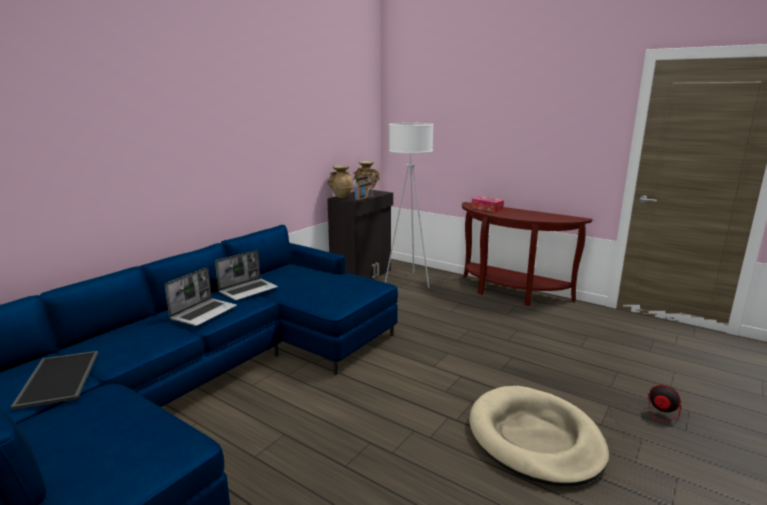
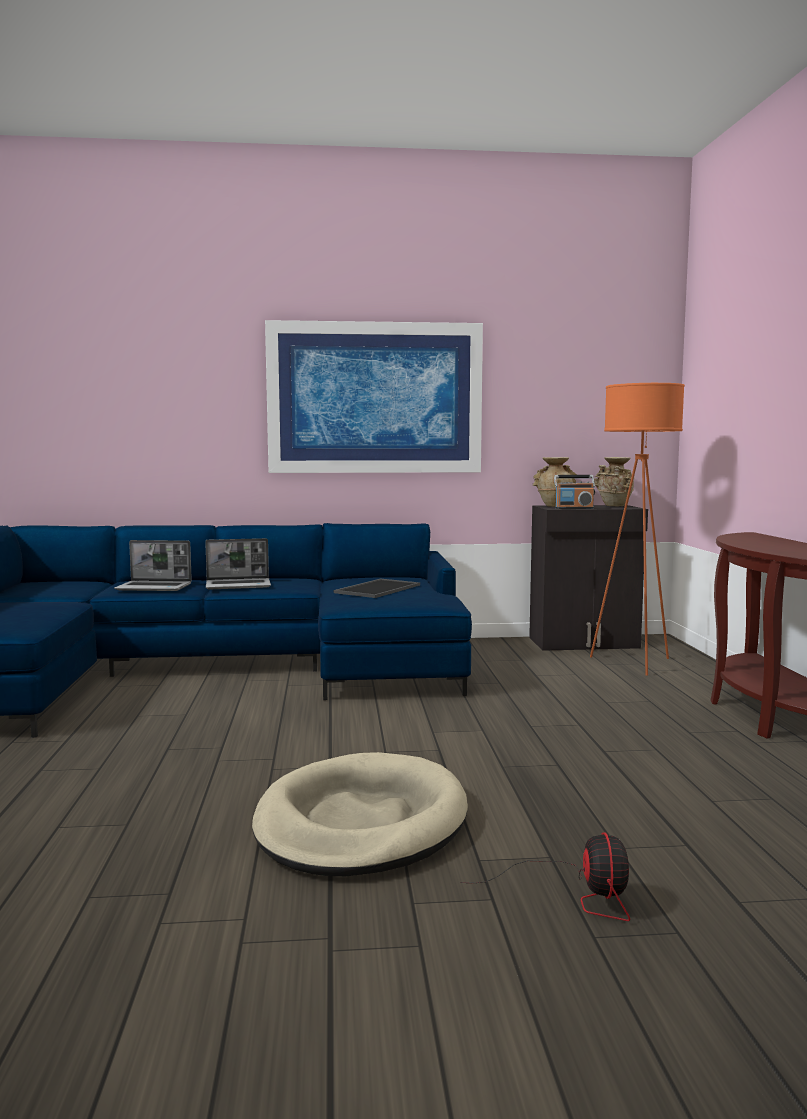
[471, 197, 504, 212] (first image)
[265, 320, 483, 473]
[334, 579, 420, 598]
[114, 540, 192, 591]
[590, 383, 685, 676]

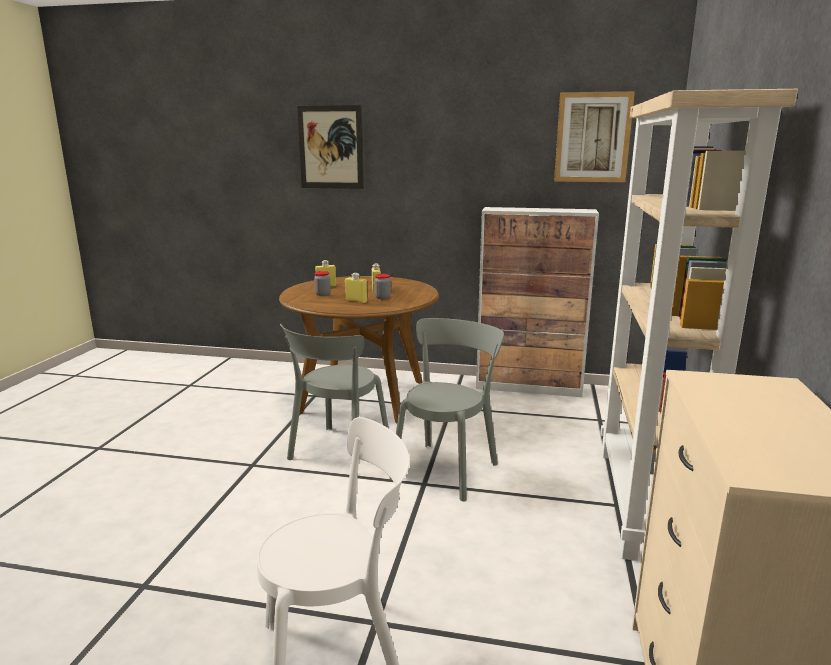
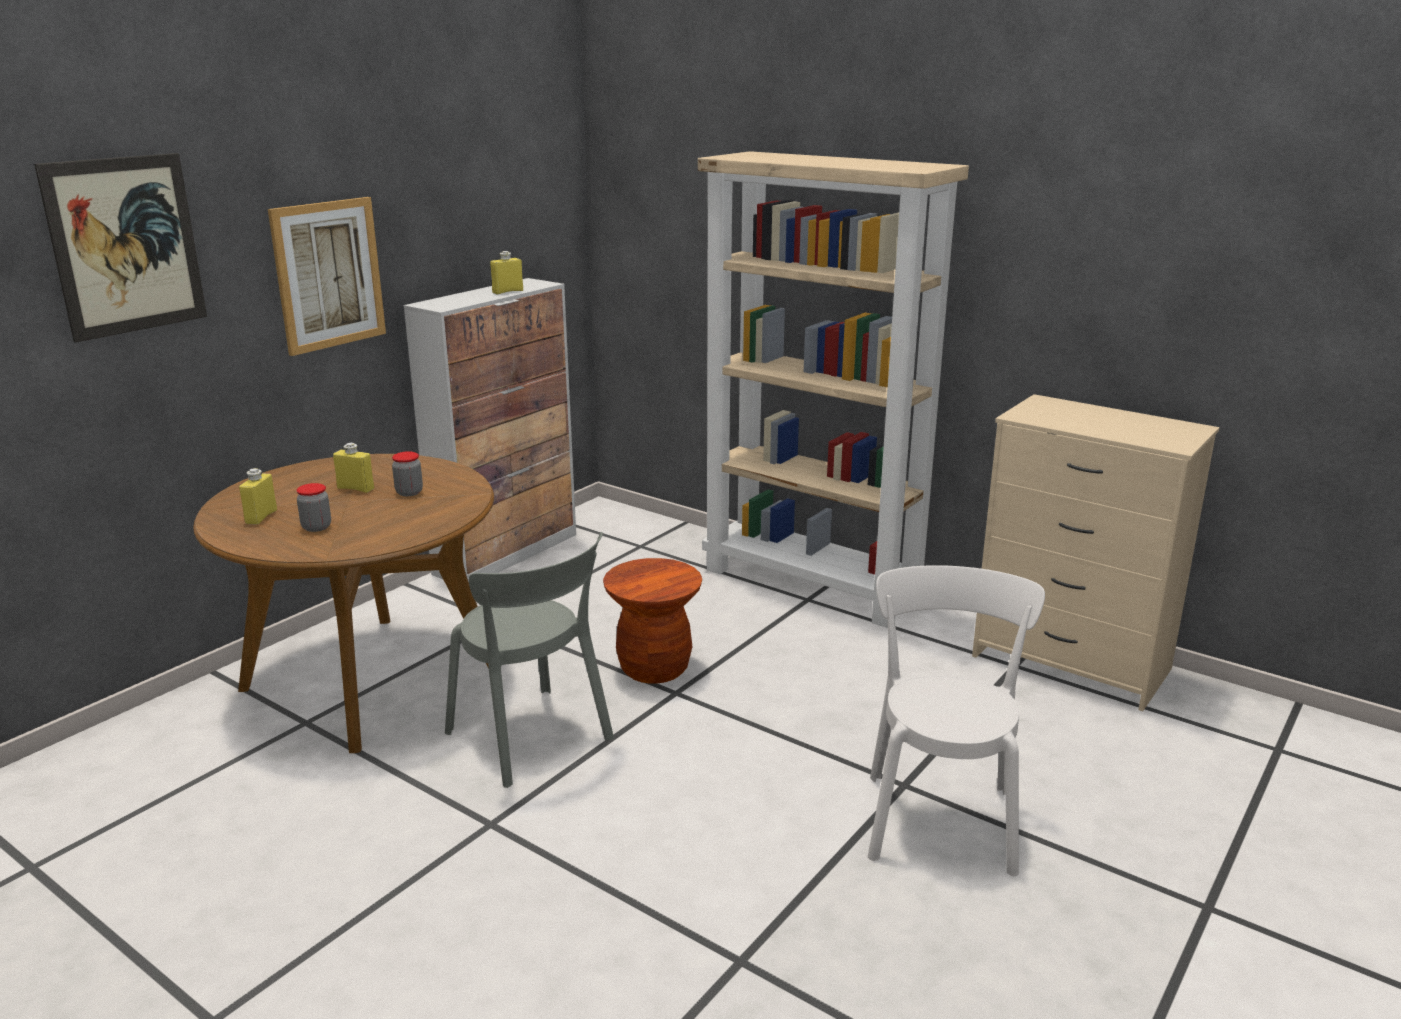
[490, 251, 523, 294]
[268, 197, 386, 356]
[603, 558, 702, 684]

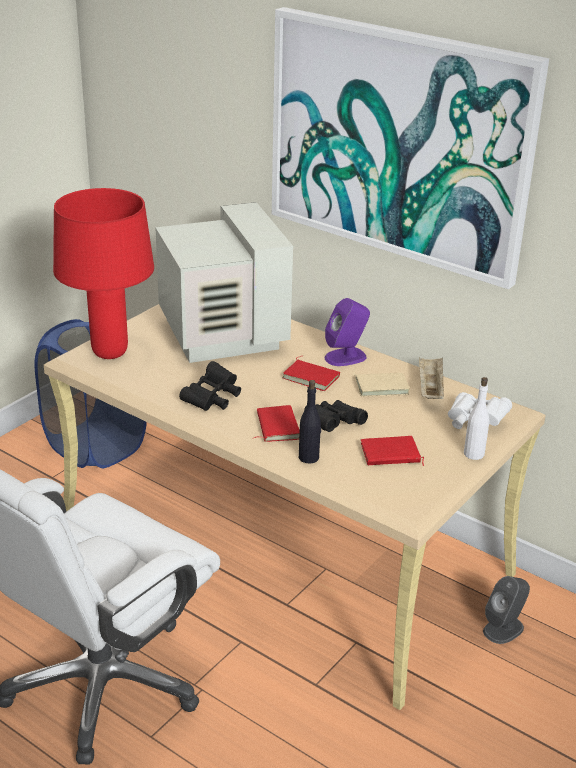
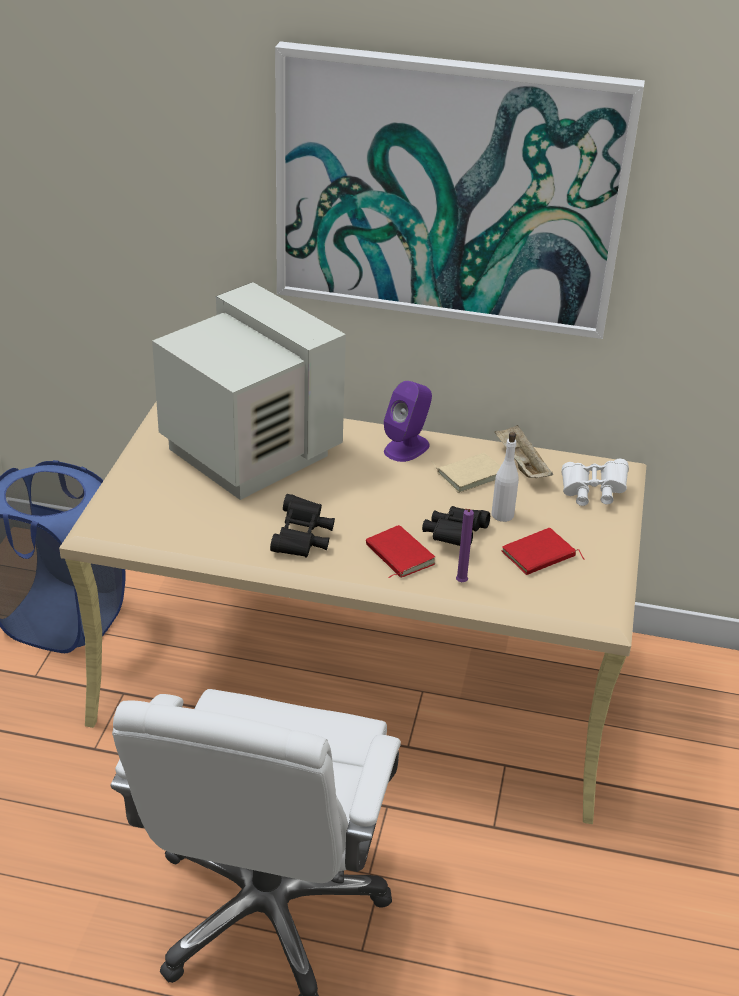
[53, 188, 154, 359] (first image)
[282, 356, 340, 391] (first image)
[483, 576, 530, 644] (first image)
[492, 432, 519, 522]
[456, 509, 474, 582]

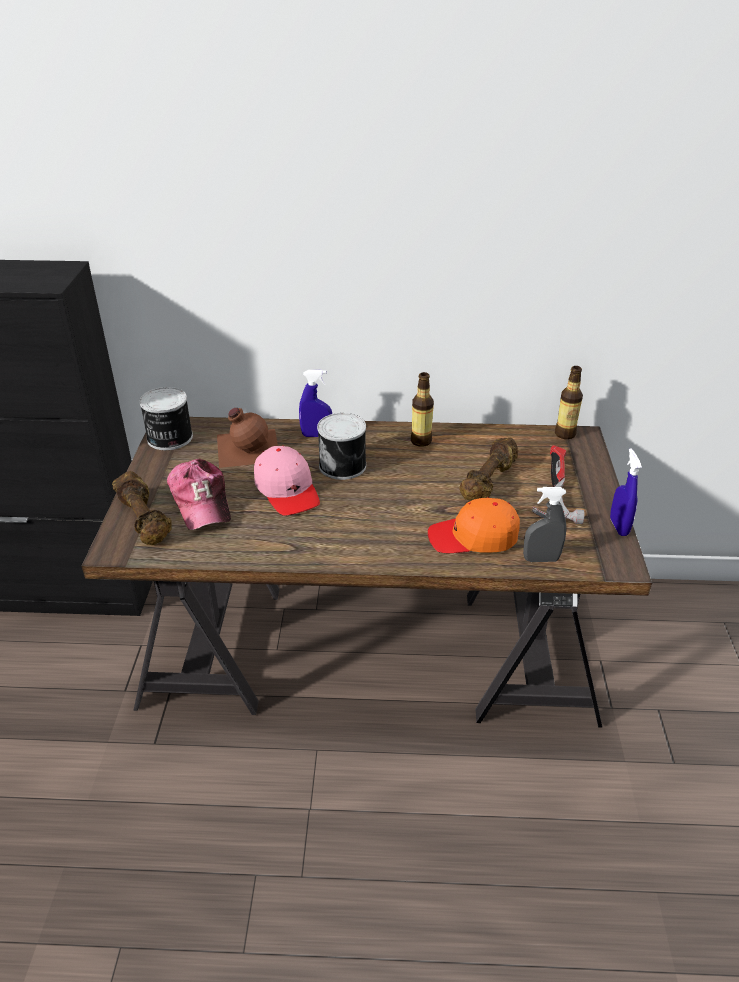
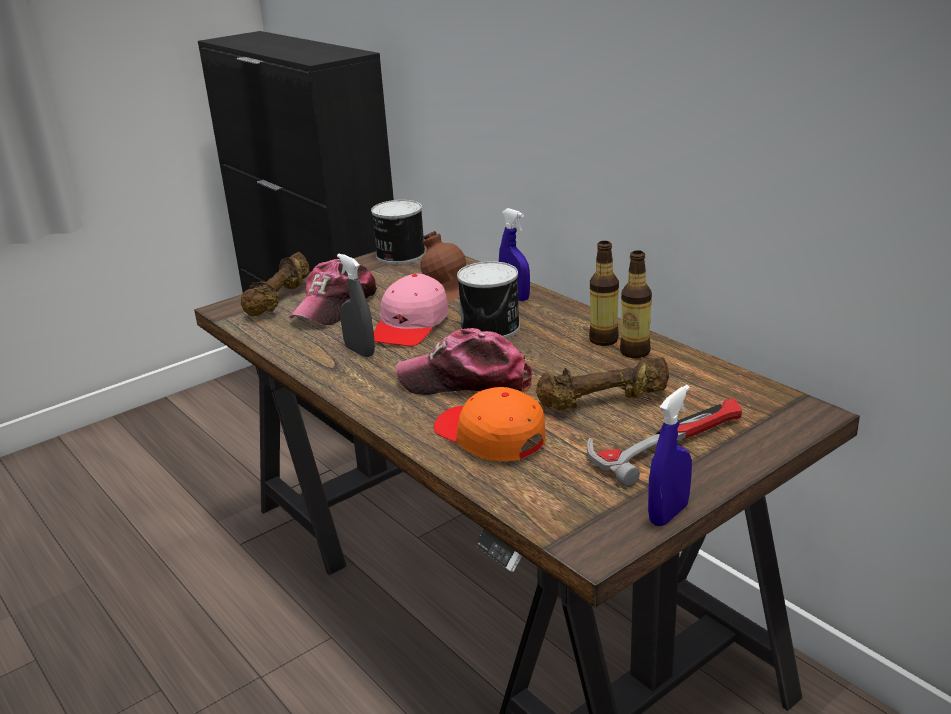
[396, 328, 533, 395]
[337, 254, 375, 357]
[620, 250, 652, 358]

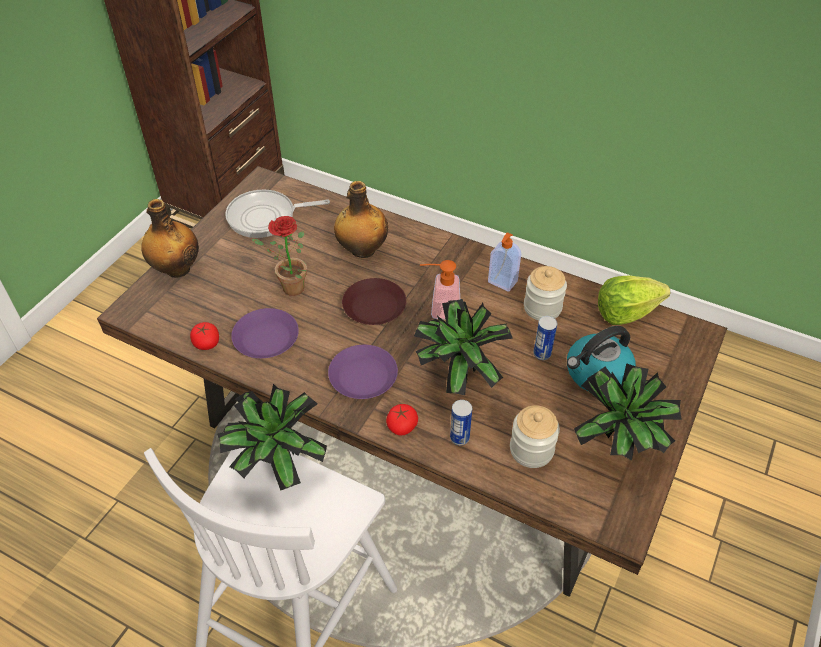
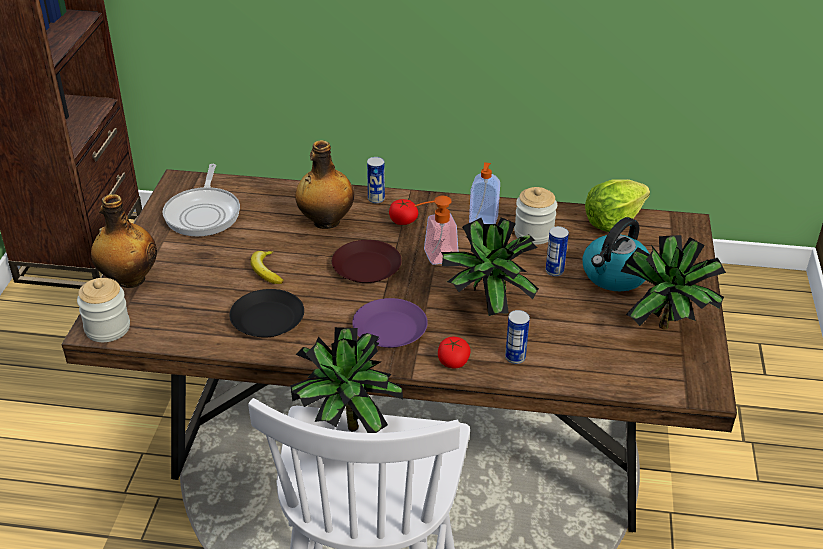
[367, 157, 385, 203]
[389, 199, 418, 225]
[77, 278, 130, 342]
[251, 251, 283, 284]
[229, 289, 304, 338]
[163, 164, 240, 237]

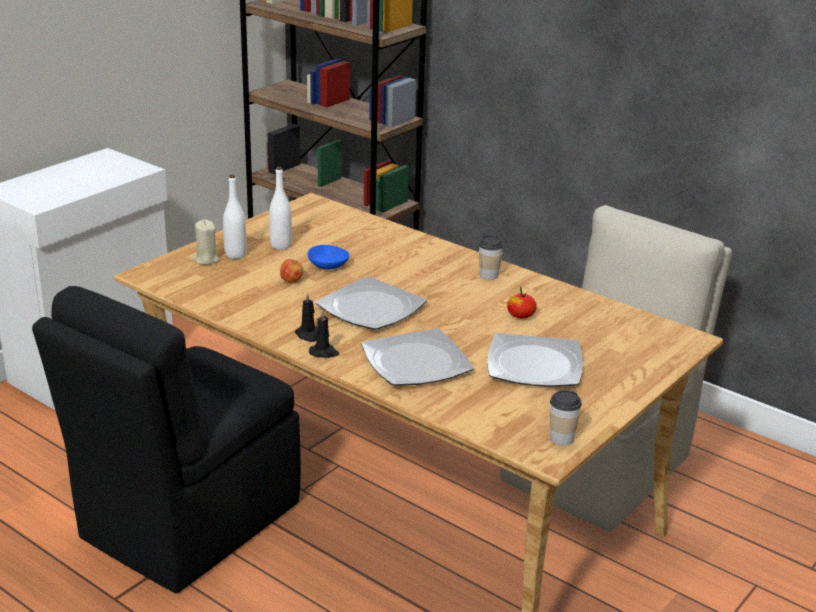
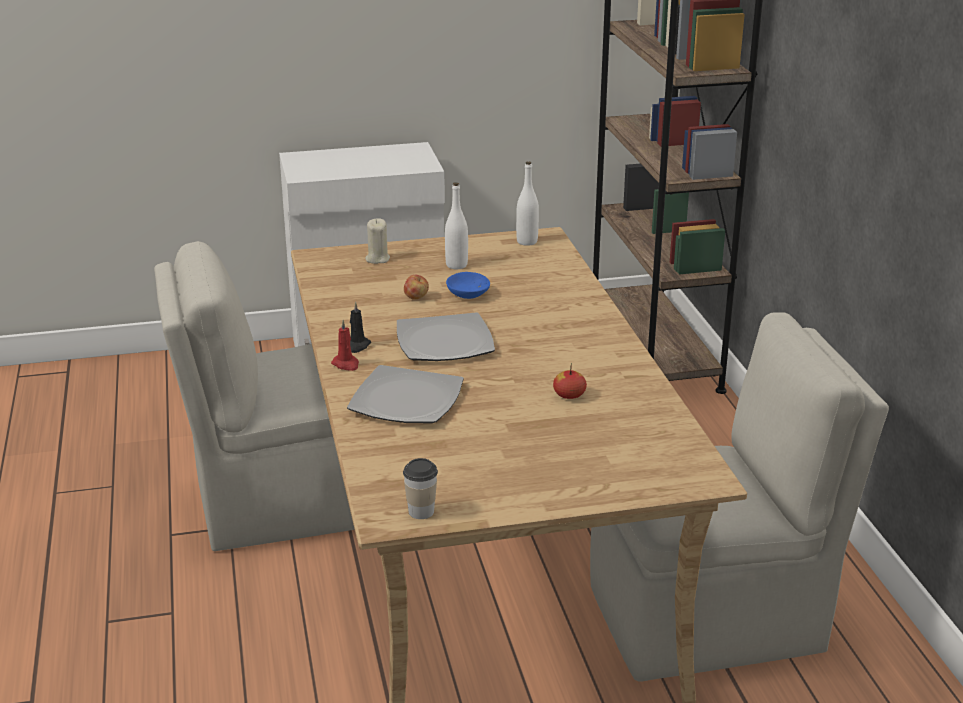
[479, 236, 503, 280] (first image)
[487, 333, 583, 387] (first image)
[516, 161, 539, 246]
[154, 241, 355, 551]
[331, 320, 359, 371]

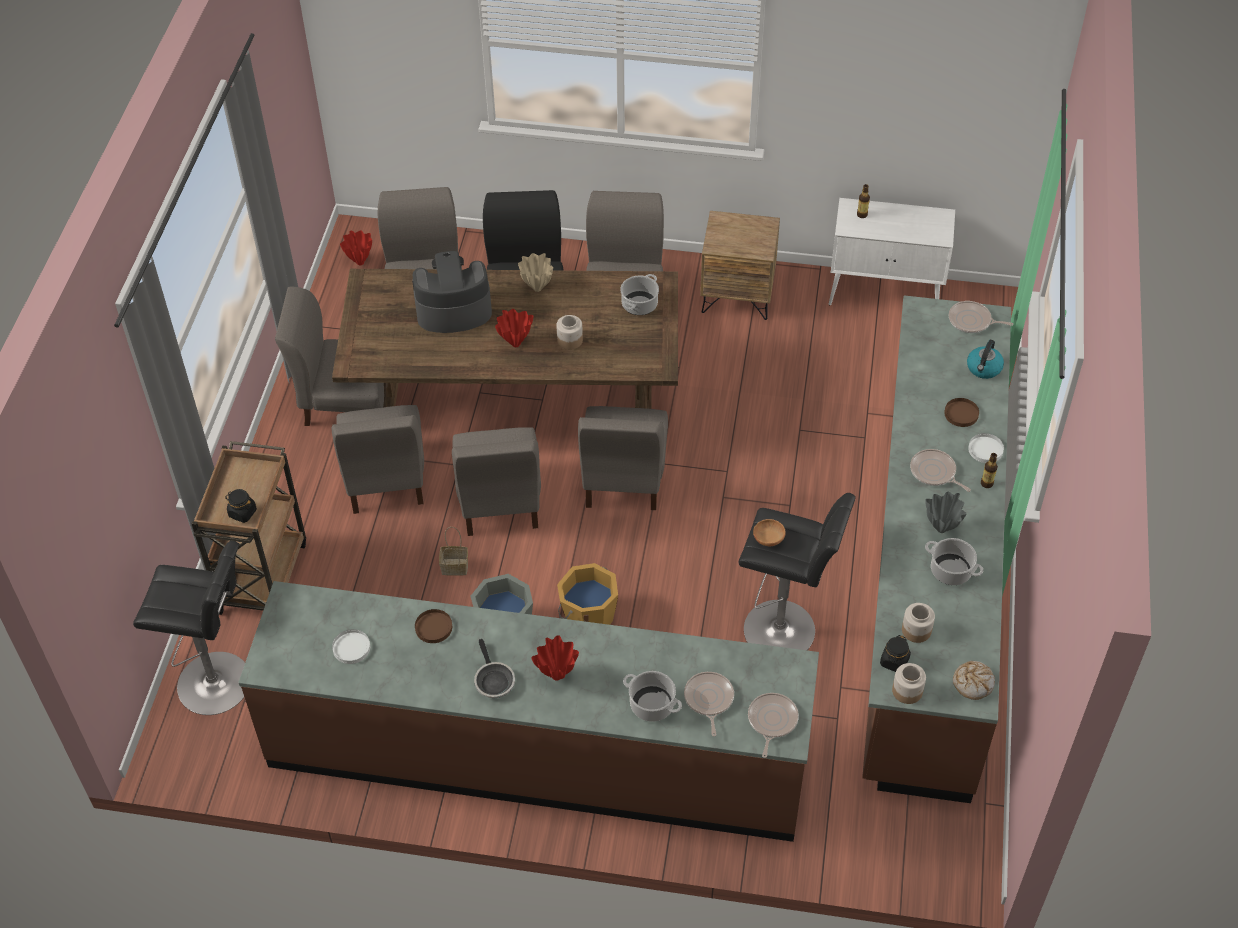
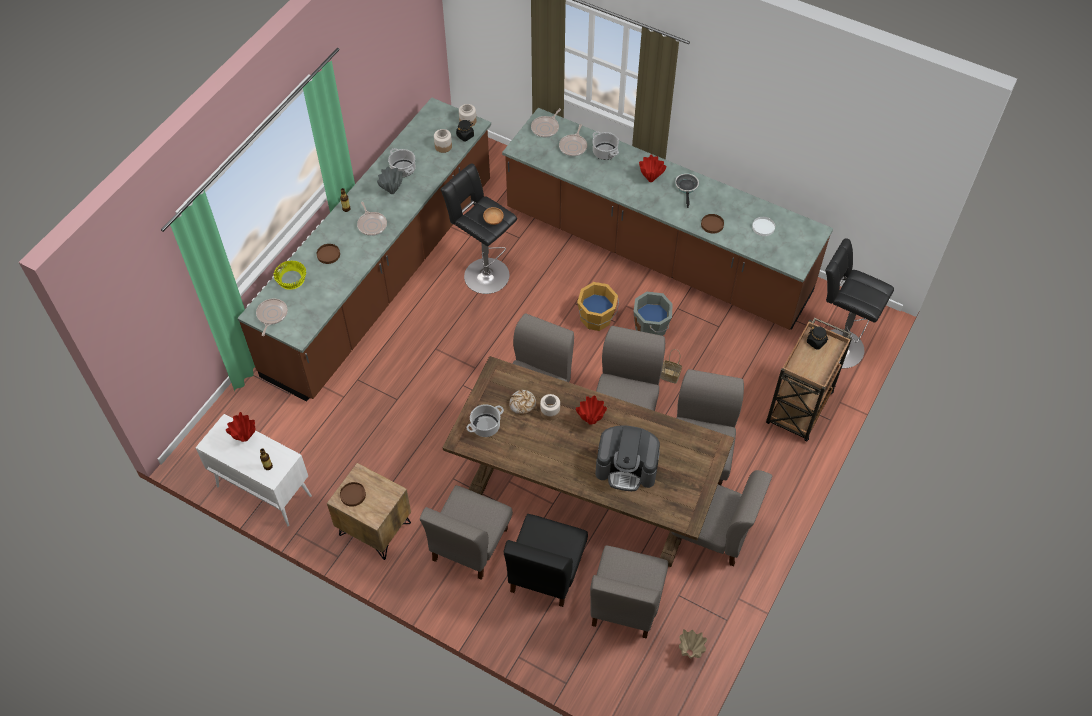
[968, 433, 1004, 463] (first image)
[340, 482, 366, 507]
[226, 412, 255, 442]
[679, 629, 707, 658]
[509, 389, 536, 415]
[274, 261, 306, 290]
[256, 299, 288, 336]

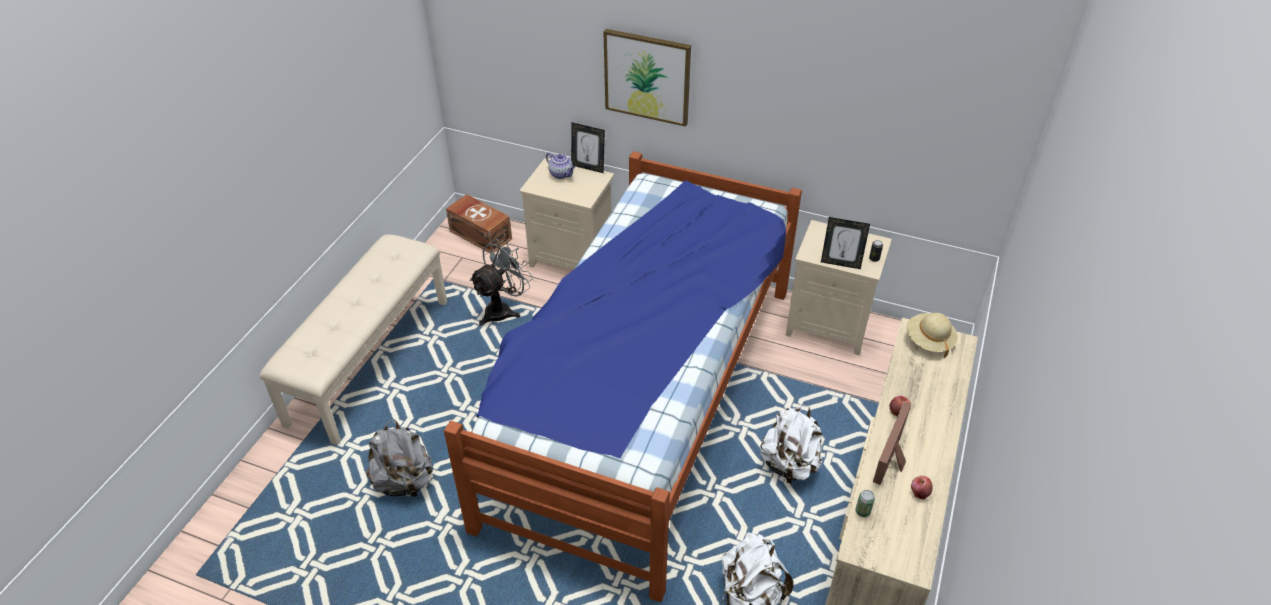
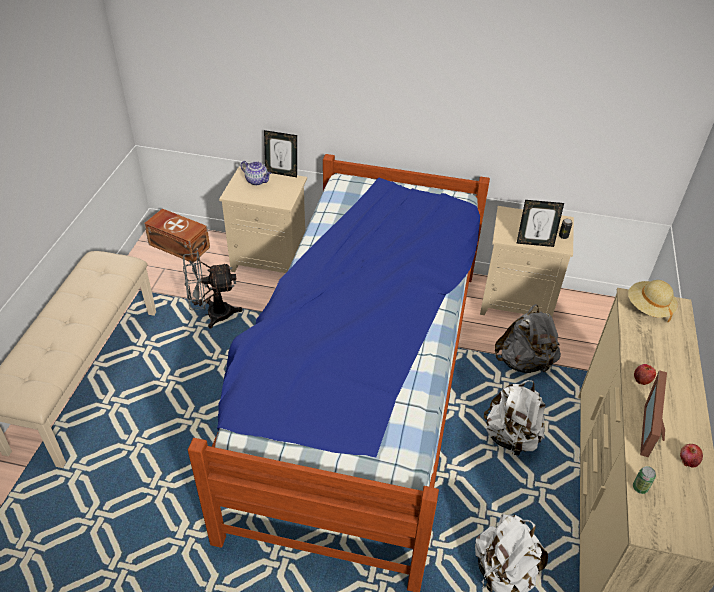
[603, 29, 691, 127] (first image)
[495, 304, 561, 373]
[183, 251, 243, 329]

